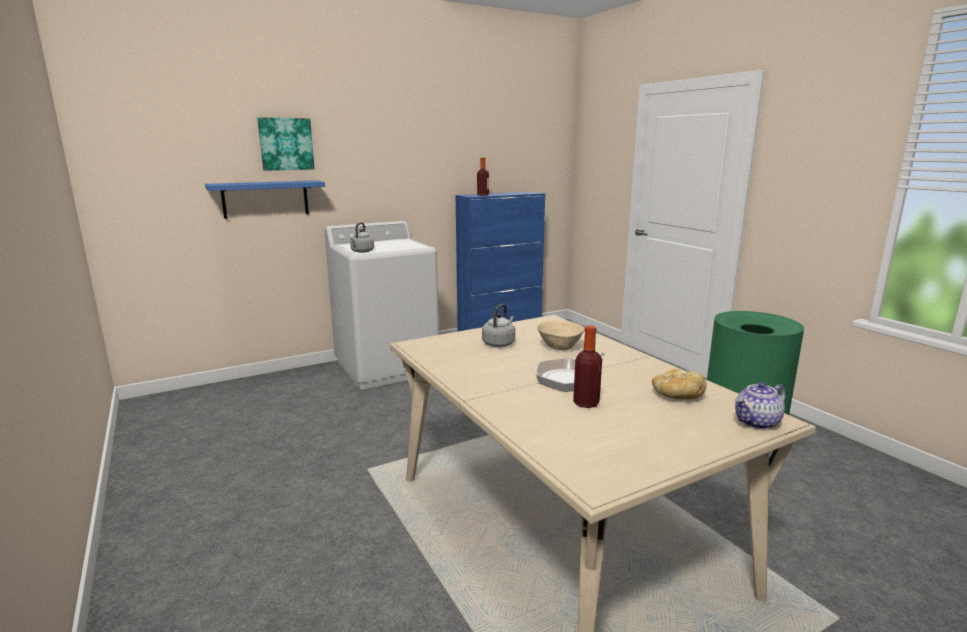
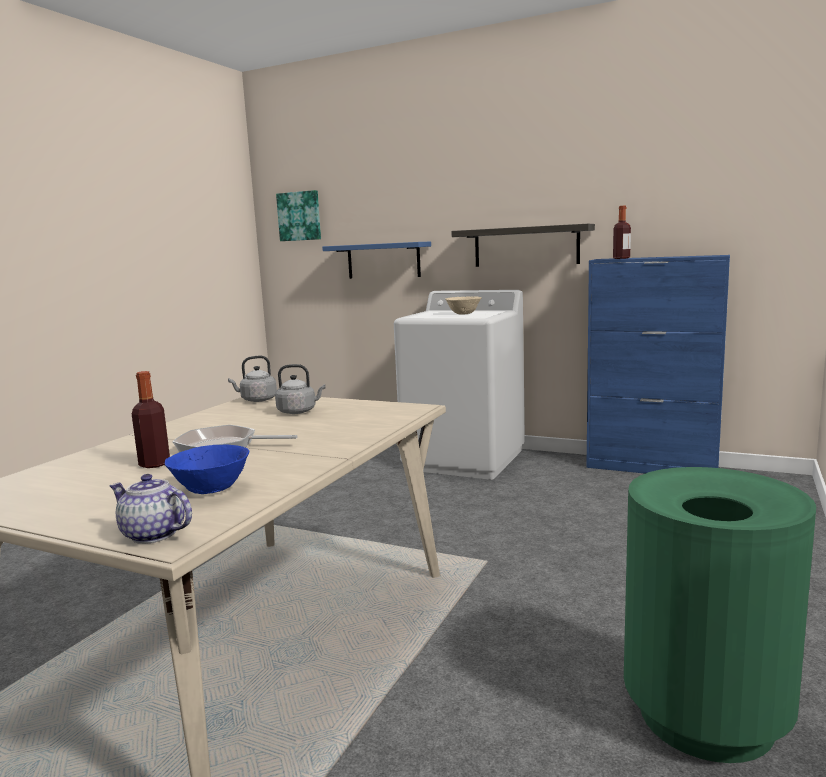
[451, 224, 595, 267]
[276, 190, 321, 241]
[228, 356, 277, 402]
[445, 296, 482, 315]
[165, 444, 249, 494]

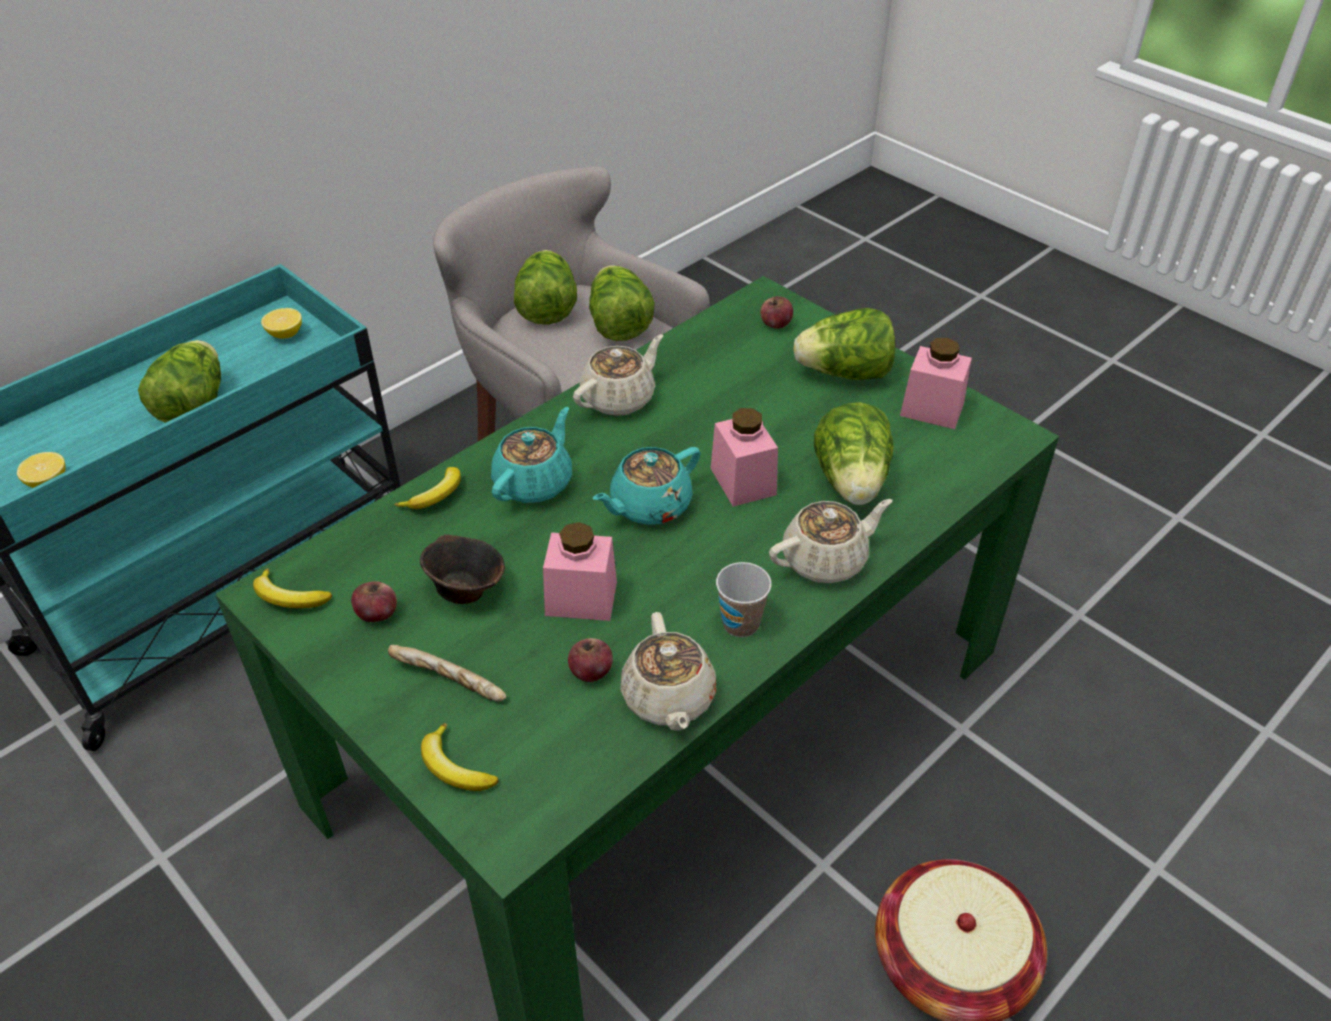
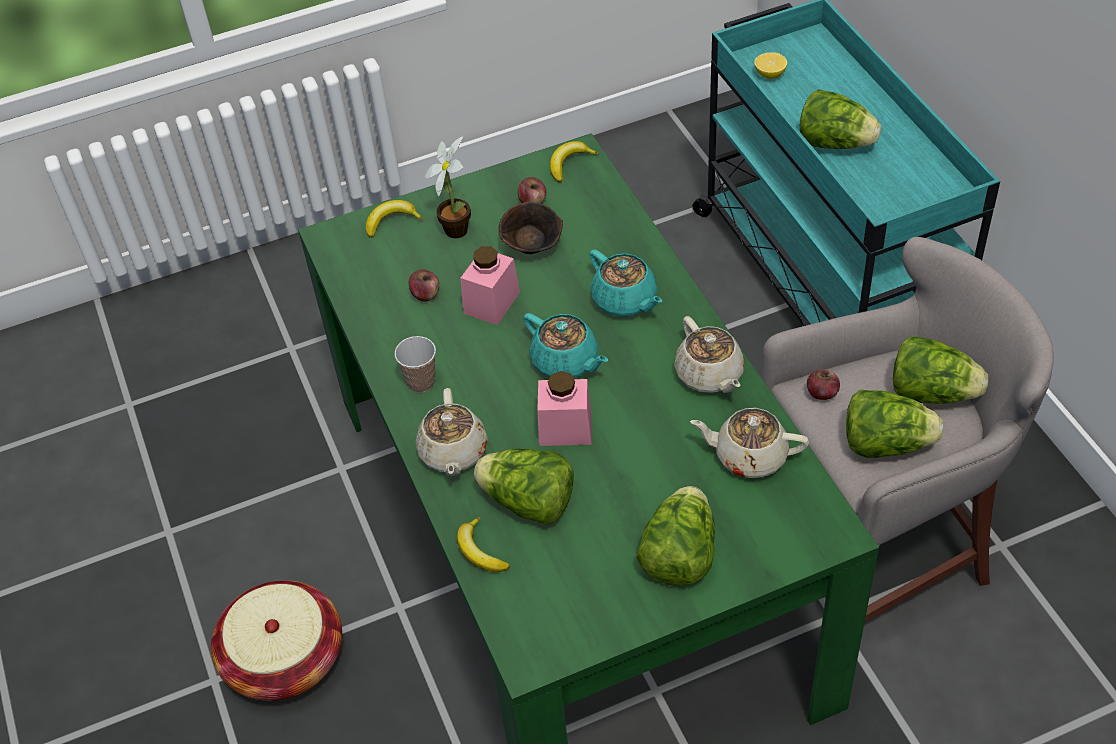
[261, 308, 302, 339] (first image)
[900, 338, 972, 429] (first image)
[457, 517, 510, 572]
[690, 408, 809, 478]
[807, 369, 840, 400]
[424, 137, 471, 238]
[523, 313, 608, 378]

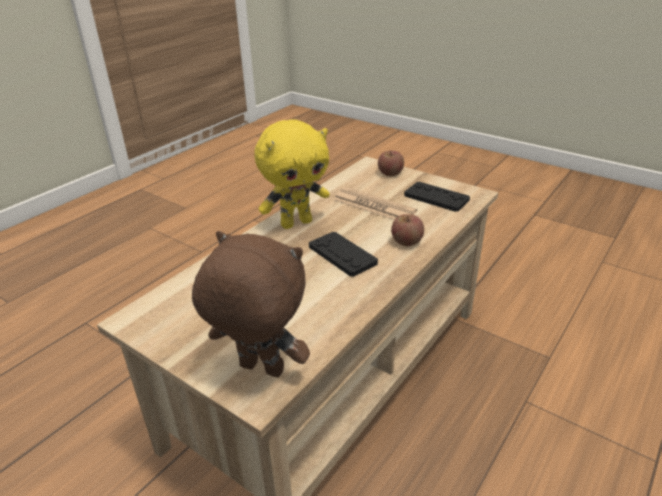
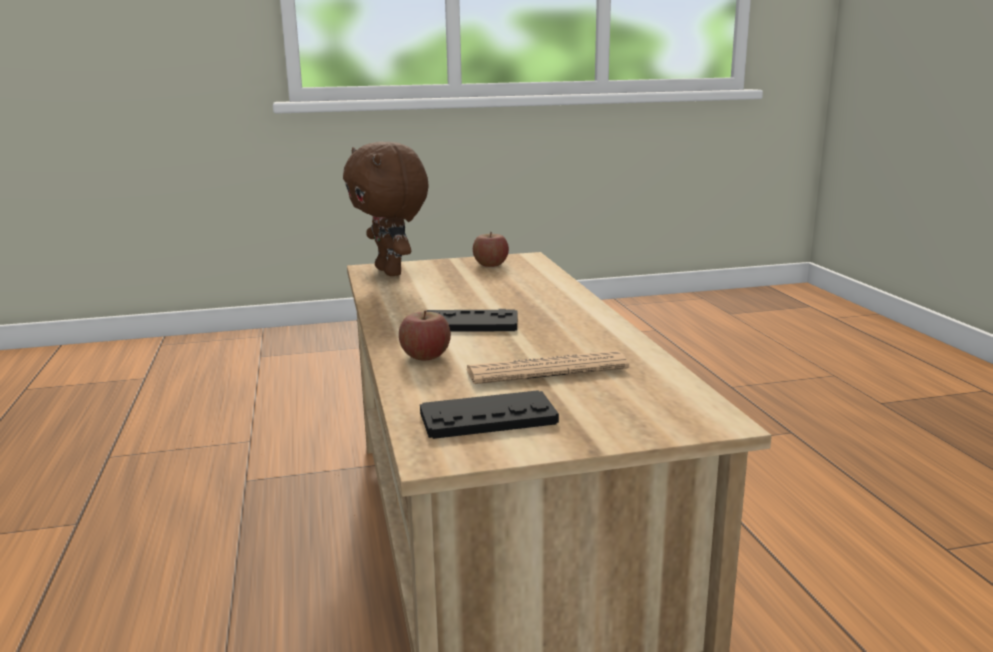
[254, 119, 330, 229] (first image)
[473, 232, 509, 267]
[343, 142, 429, 276]

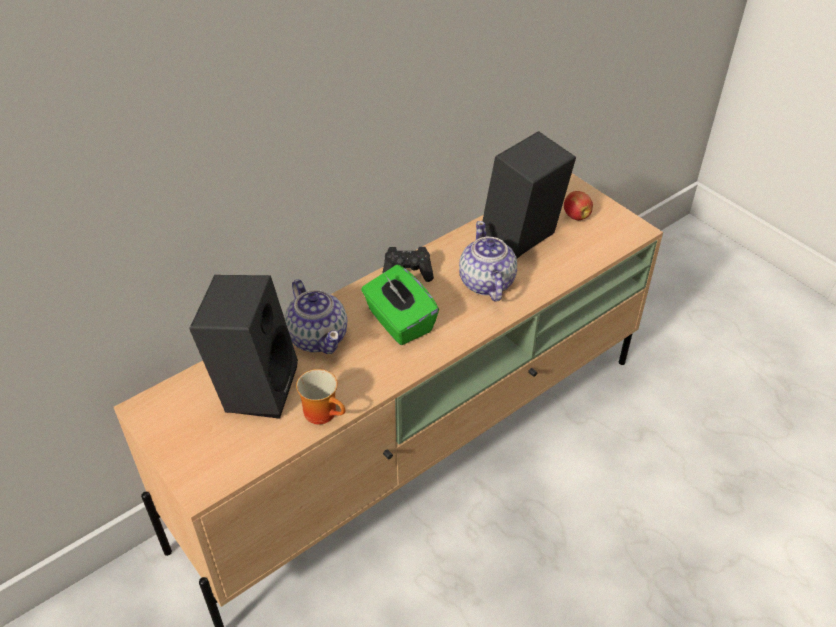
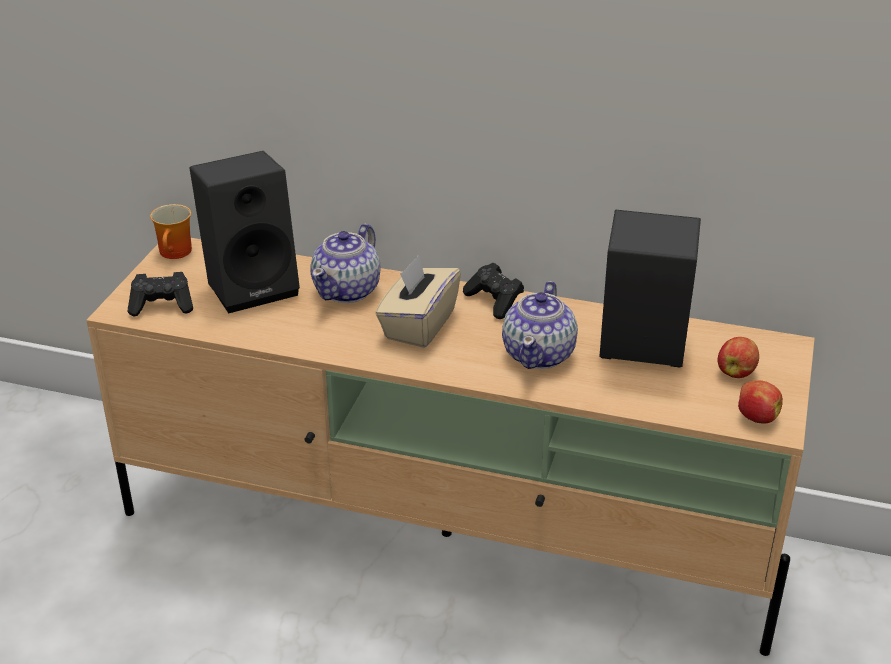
[127, 272, 193, 317]
[738, 380, 783, 424]
[150, 204, 192, 259]
[375, 255, 461, 348]
[502, 281, 578, 369]

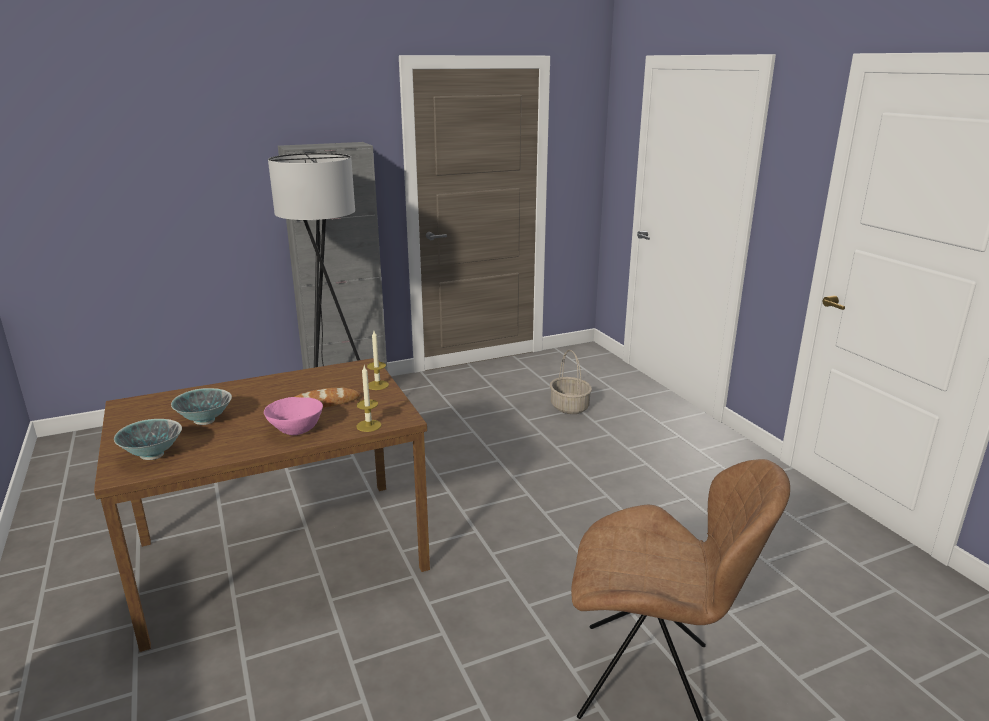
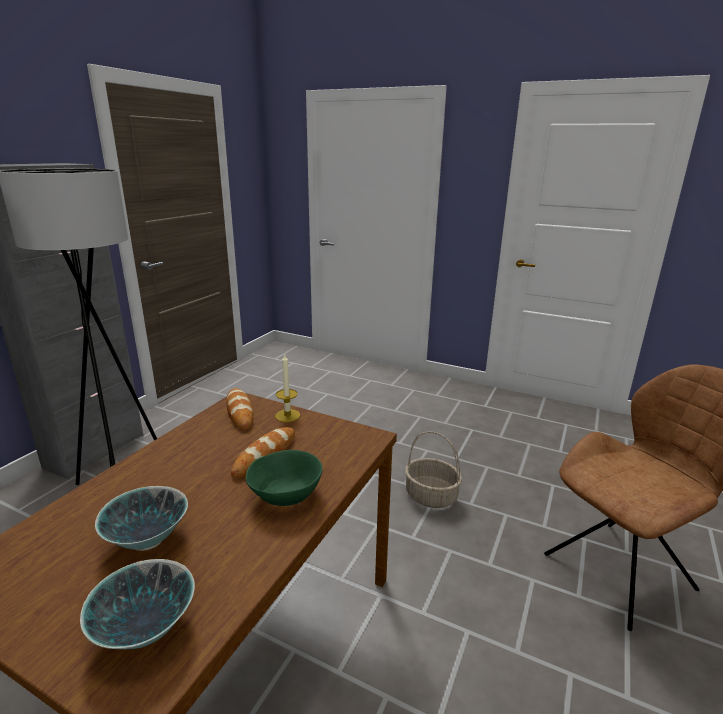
[356, 366, 381, 432] (first image)
[227, 388, 254, 430]
[405, 432, 462, 508]
[246, 450, 323, 506]

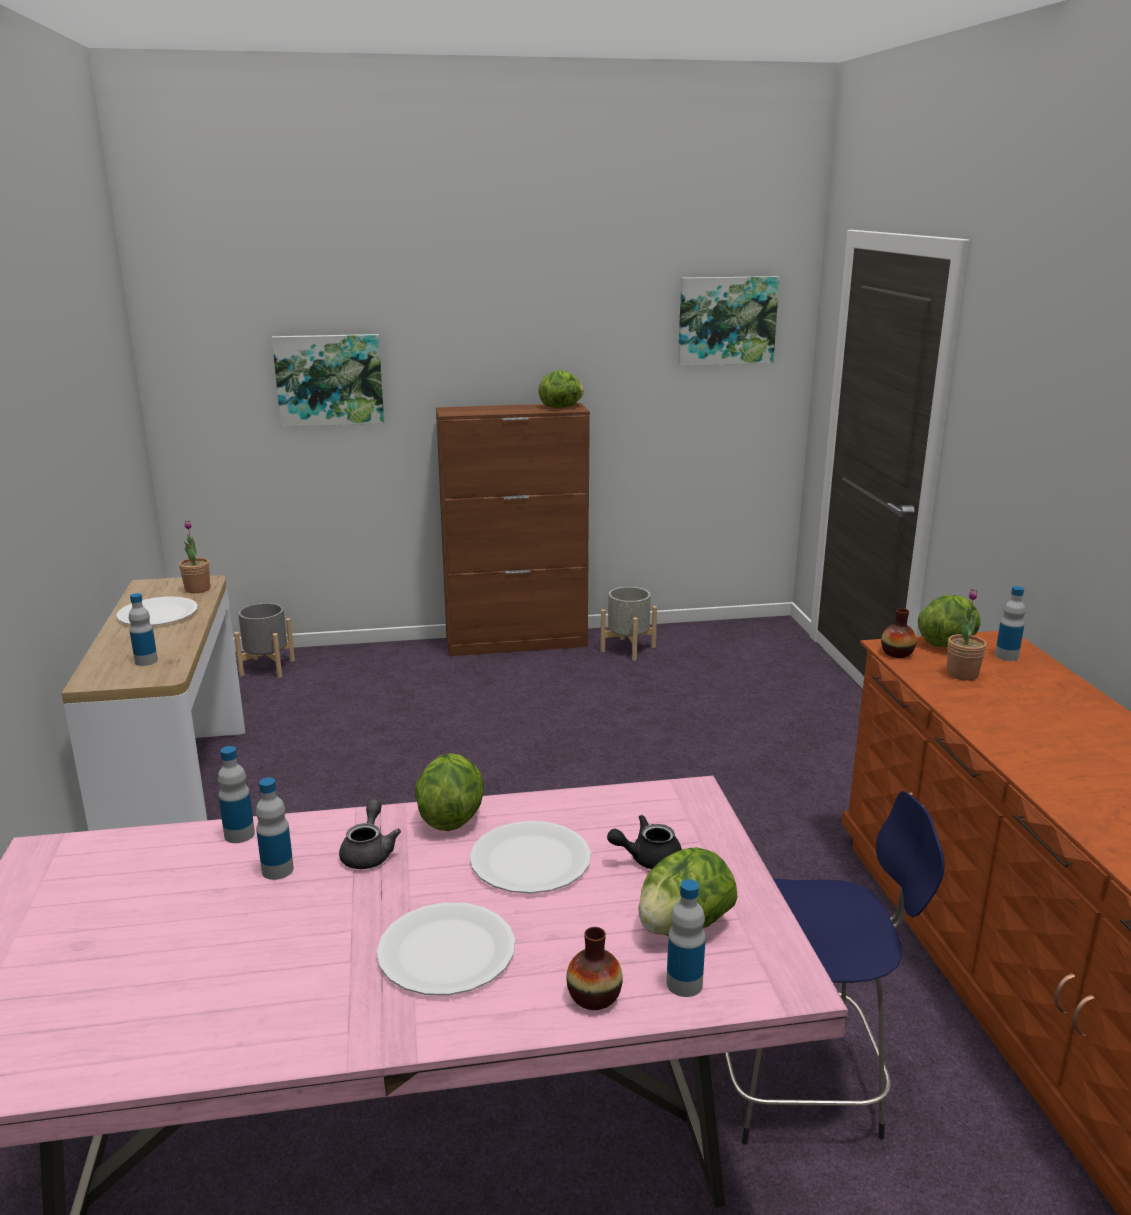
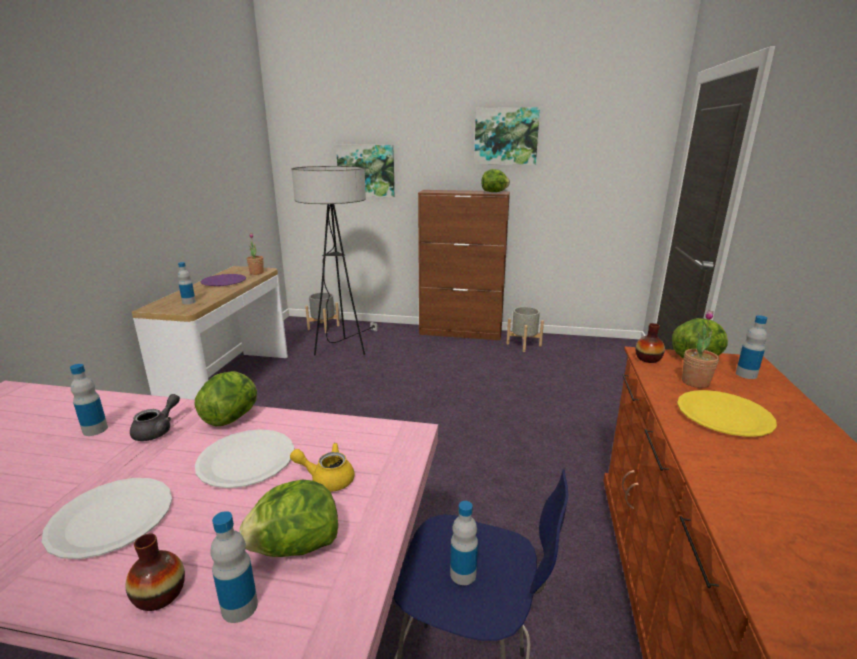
[292, 166, 378, 355]
[677, 390, 777, 437]
[450, 501, 478, 585]
[474, 107, 540, 165]
[201, 274, 246, 286]
[290, 443, 354, 492]

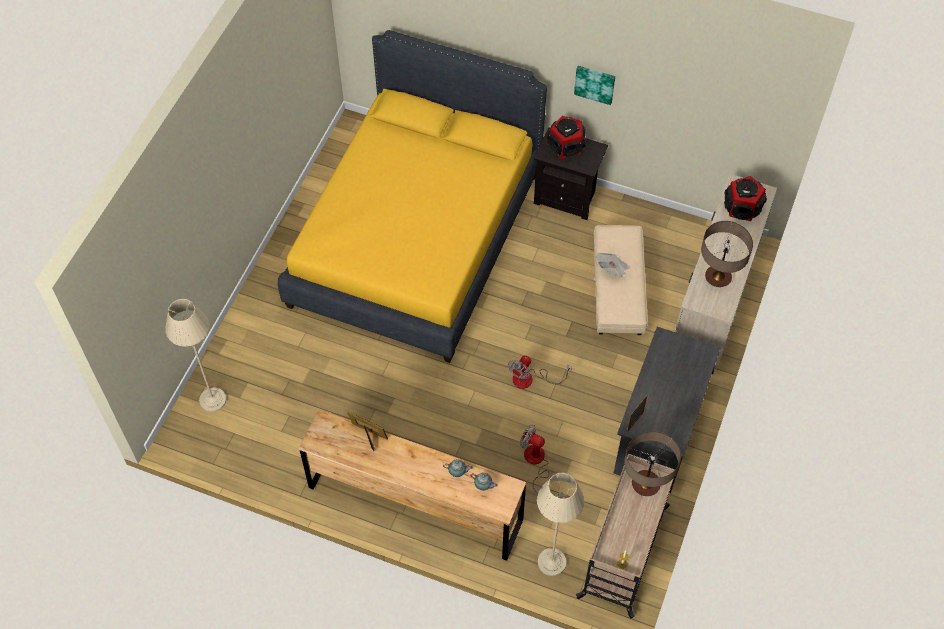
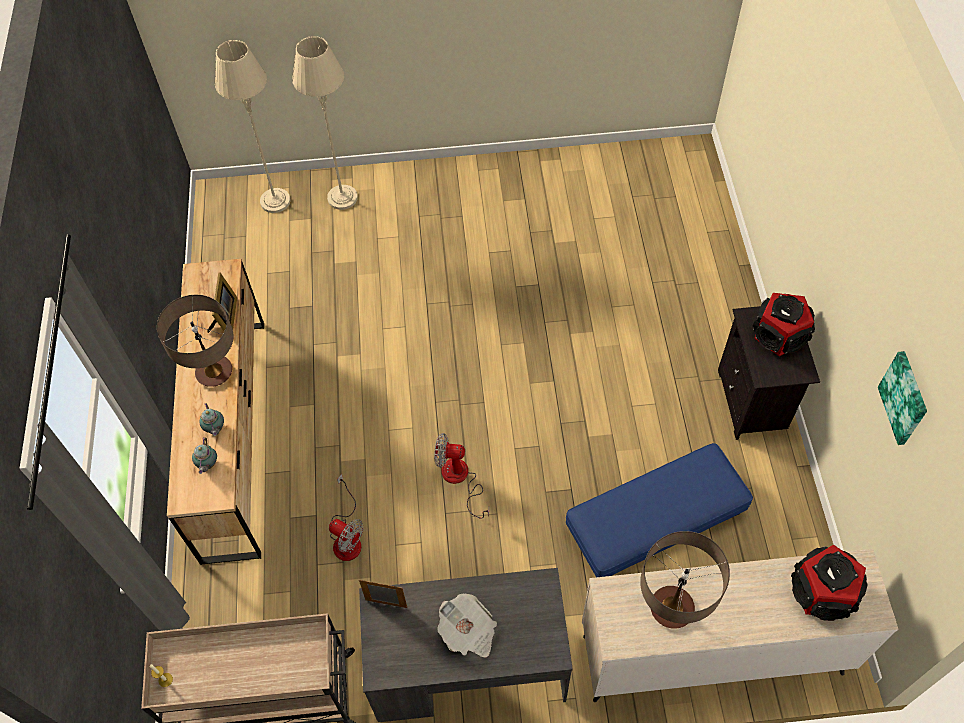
[278, 30, 547, 363] (first image)
[292, 36, 358, 210]
[878, 351, 927, 445]
[437, 594, 497, 658]
[157, 295, 234, 387]
[566, 443, 753, 577]
[329, 474, 364, 561]

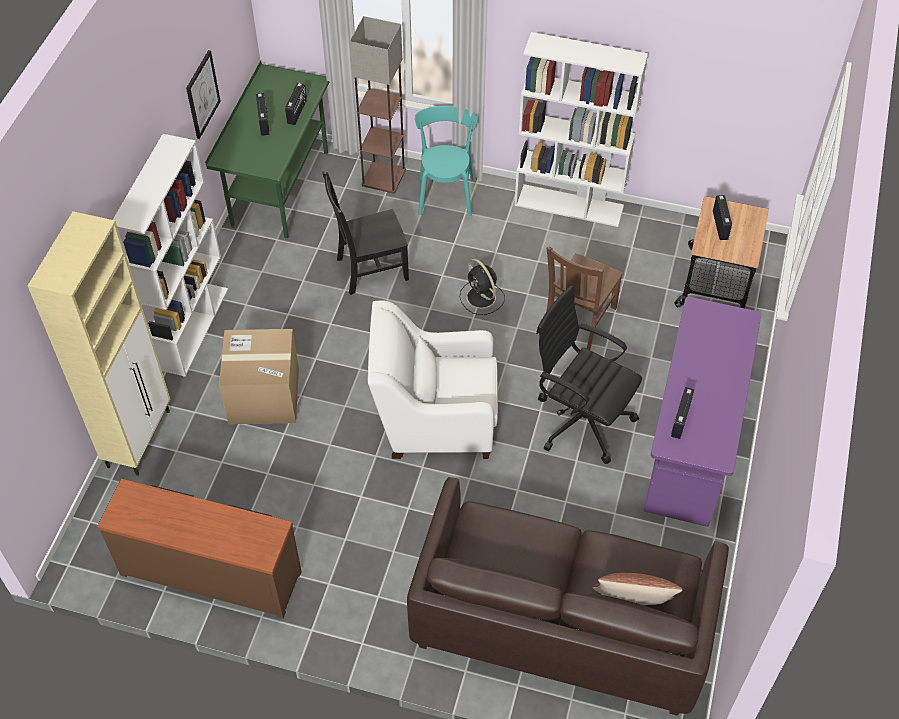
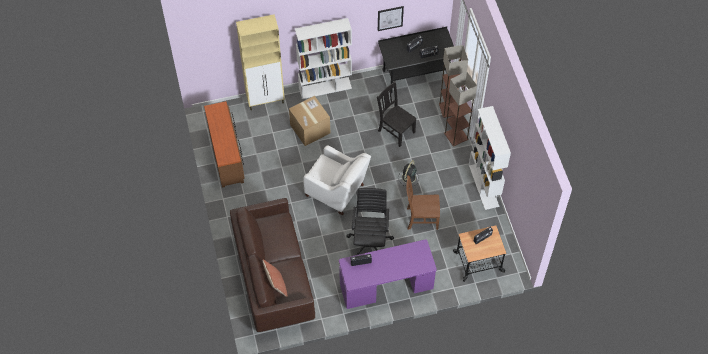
[444, 72, 477, 147]
[378, 27, 454, 94]
[303, 145, 371, 216]

